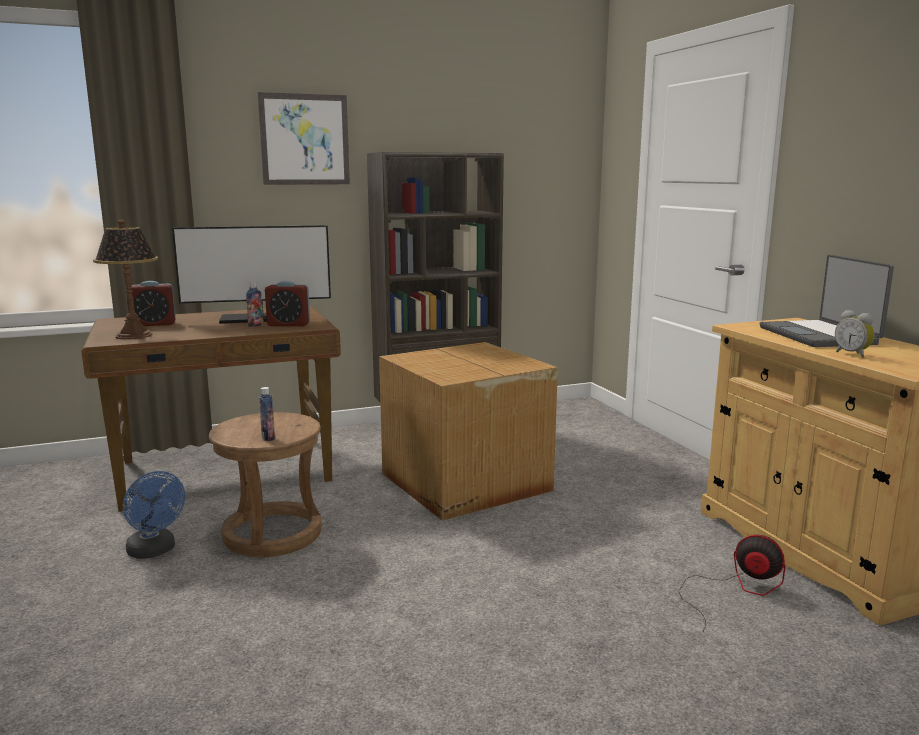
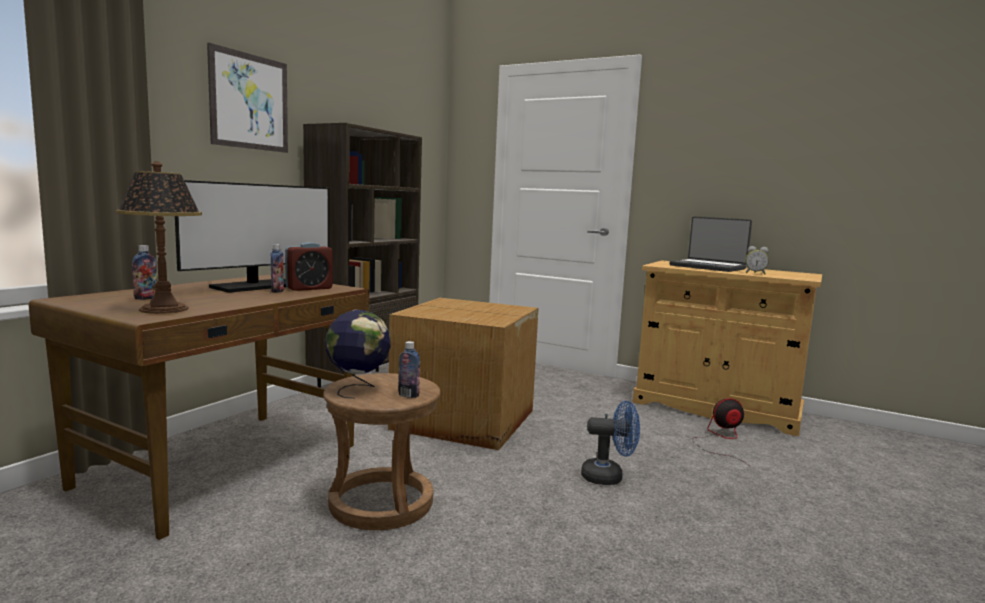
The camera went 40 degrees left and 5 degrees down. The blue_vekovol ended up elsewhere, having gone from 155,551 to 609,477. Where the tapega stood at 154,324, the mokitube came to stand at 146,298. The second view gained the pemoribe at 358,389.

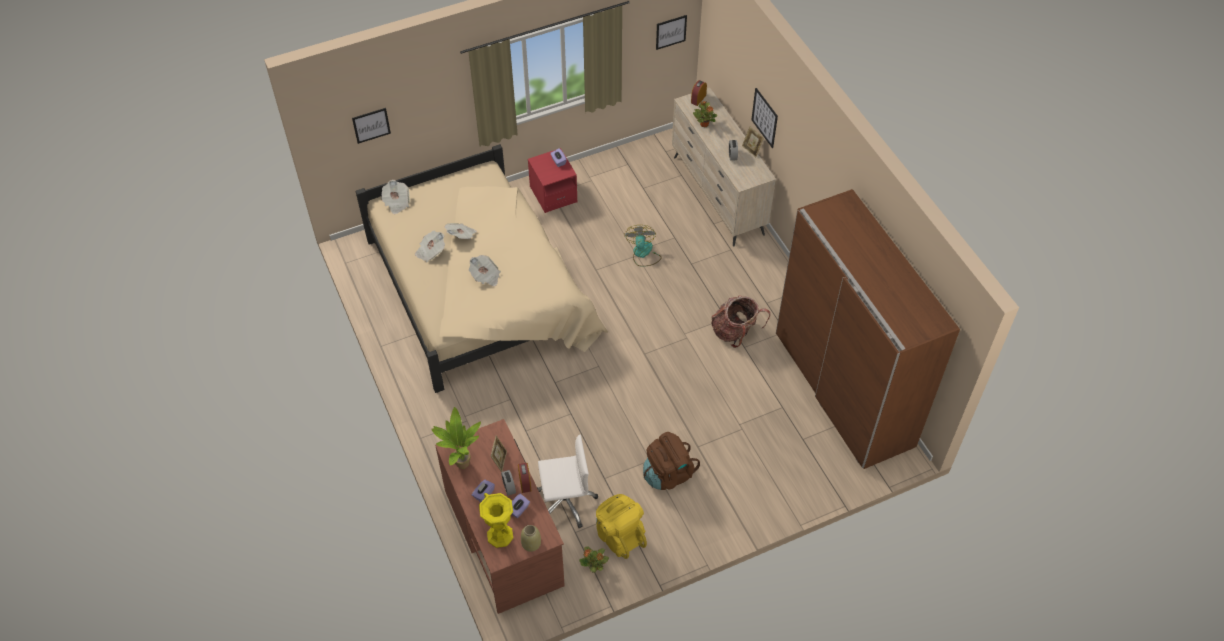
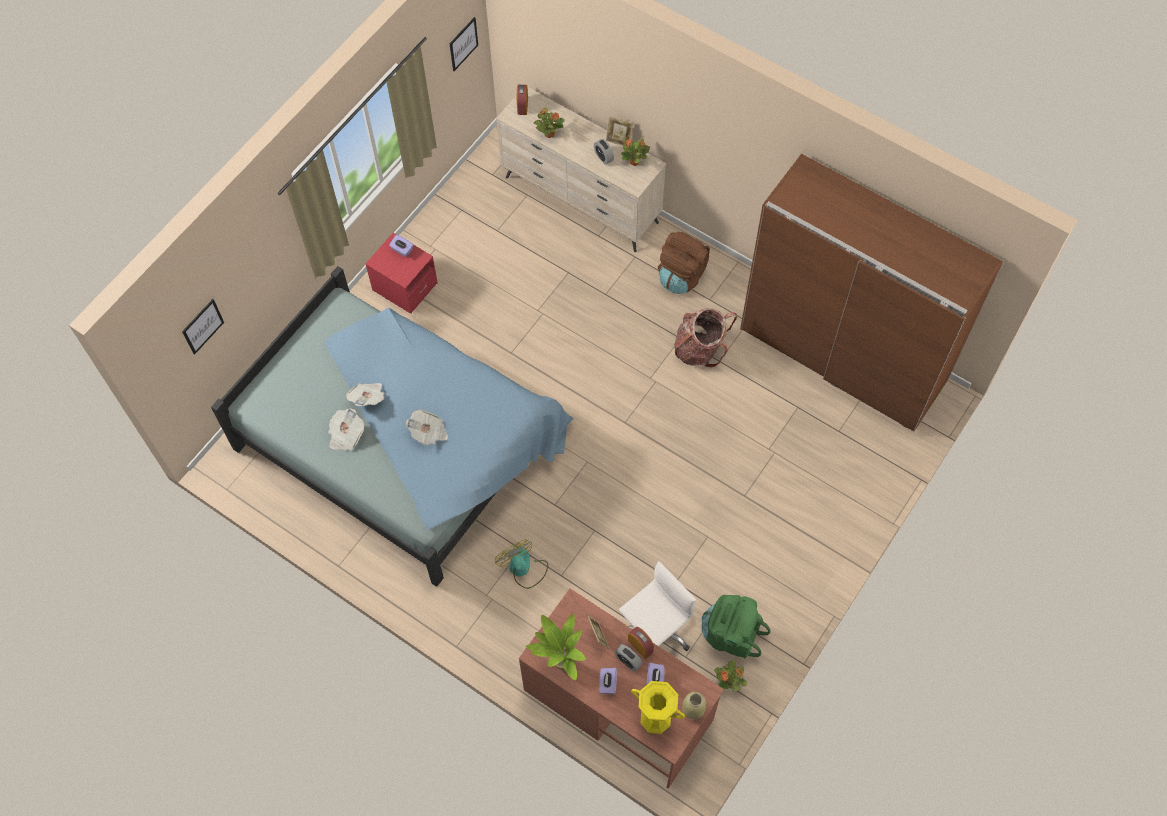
The camera went 30 degrees left and 10 degrees up. What was the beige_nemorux at 481,290 turned into the blue_nemorux at 404,441. The second view lost the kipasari at 396,202. What was the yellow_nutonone at 619,535 turned into the green_nutonone at 731,634. The vekovol ended up elsewhere, having gone from 643,254 to 523,568. The brown_nutonone ended up elsewhere, having gone from 668,474 to 682,275. The second view lost the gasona at 764,117. The second view gained the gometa at 635,162.

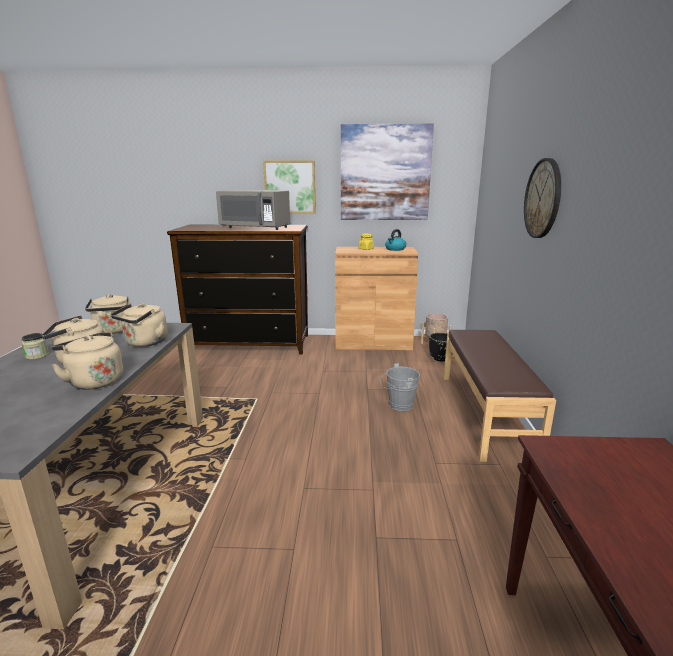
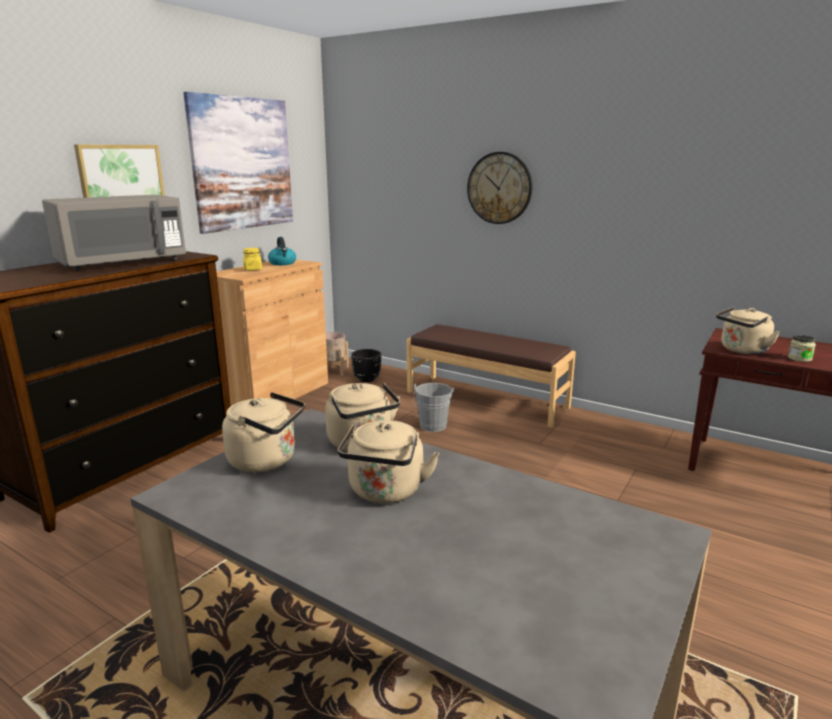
The camera went 60 degrees left and 0 degrees up. The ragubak ended up elsewhere, having gone from 37,356 to 799,358. The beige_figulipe ended up elsewhere, having gone from 94,381 to 742,350.

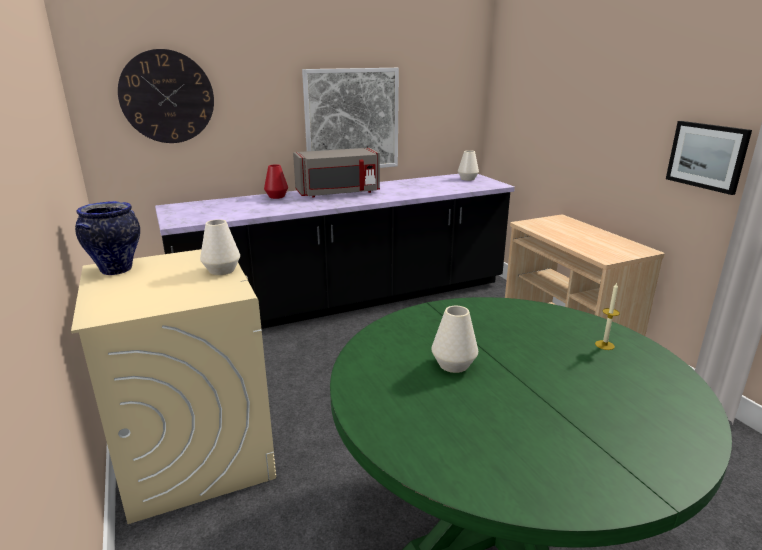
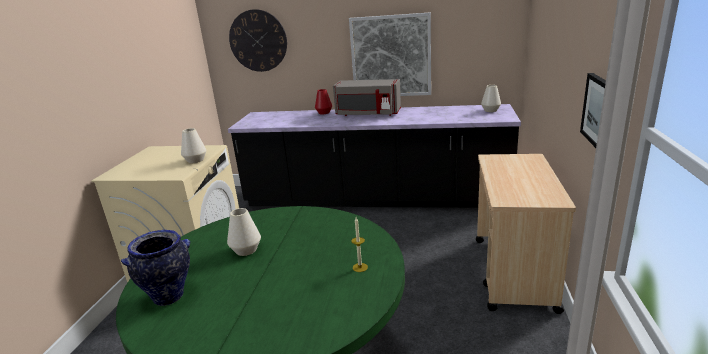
The camera went 35 degrees right and 0 degrees up. The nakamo ended up elsewhere, having gone from 117,269 to 169,296.

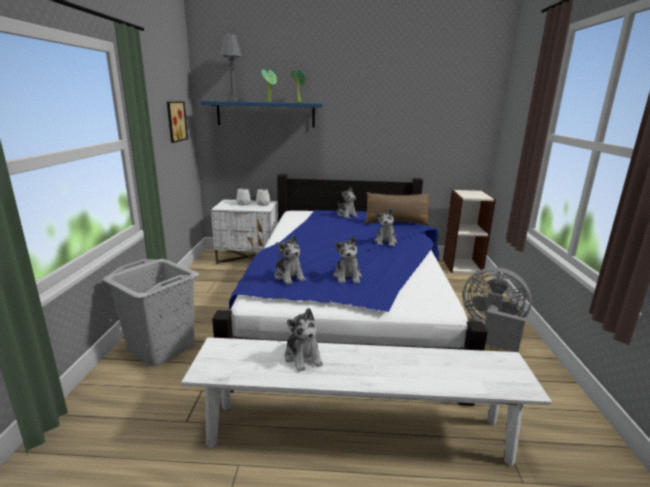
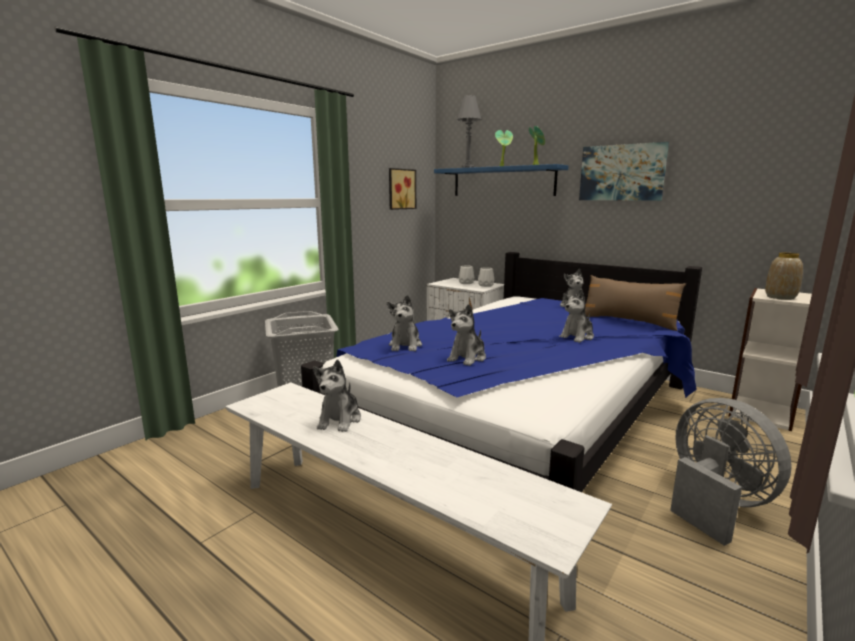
The camera went 35 degrees right and 5 degrees down. The second view gained the gasona at 621,173. The second view gained the nakamo at 780,297.

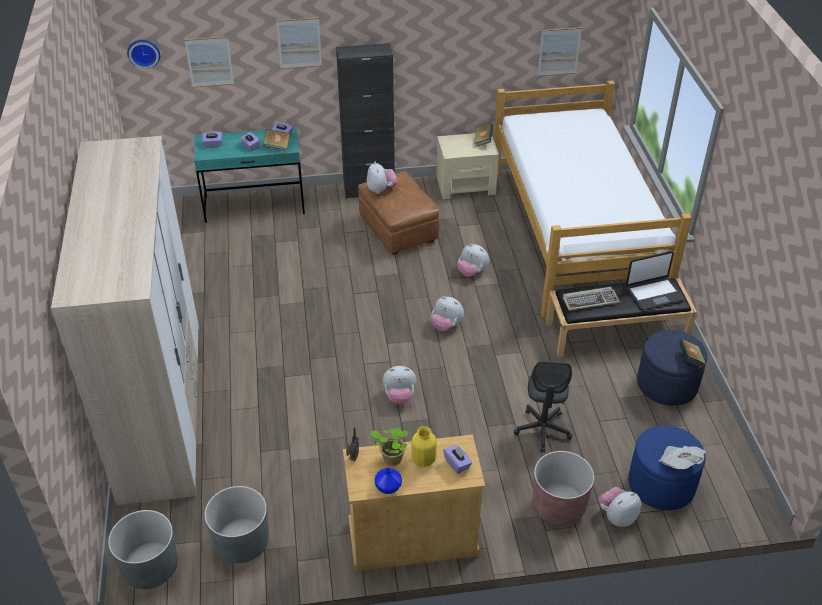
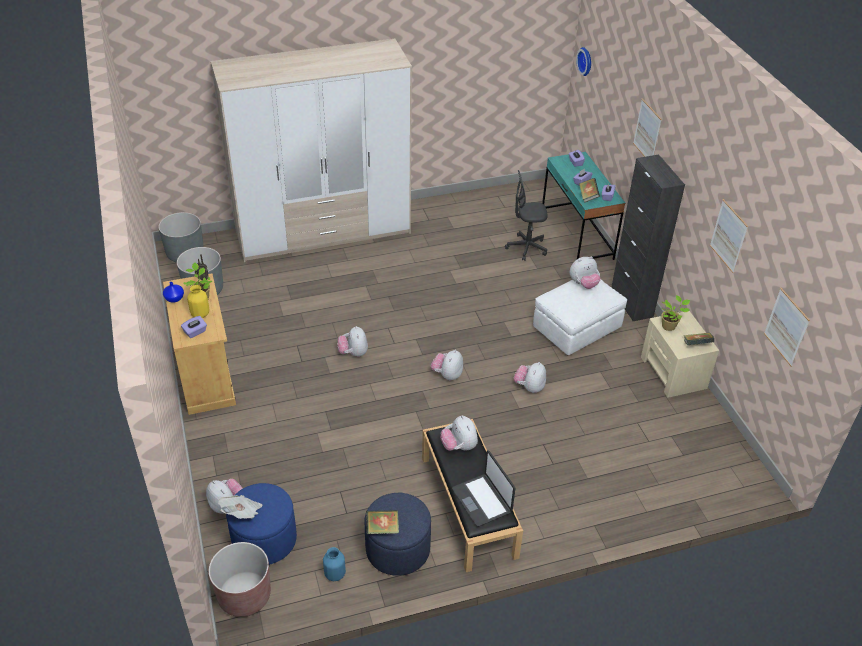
The camera went 80 degrees right and 0 degrees up. The gasona ended up elsewhere, having gone from 209,62 to 728,236. What was the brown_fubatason at 398,230 turned into the white_fubatason at 576,329. The second view lost the nemorux at 574,232. The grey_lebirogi ended up elsewhere, having gone from 542,430 to 526,248. The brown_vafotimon ended up elsewhere, having gone from 558,506 to 244,596. Where the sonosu stood at 590,300, the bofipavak came to stand at 459,446. The second view gained the blue_nakamo at 334,574. The second view gained the gometa at 669,326.

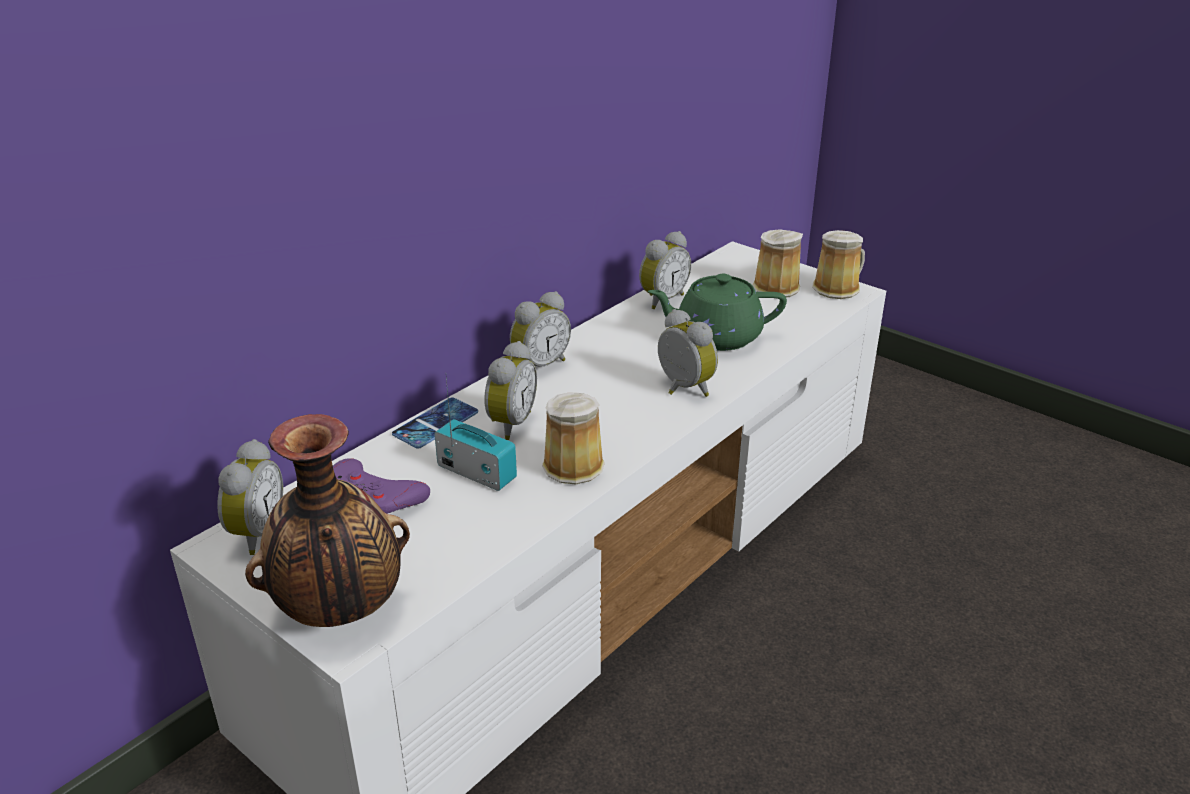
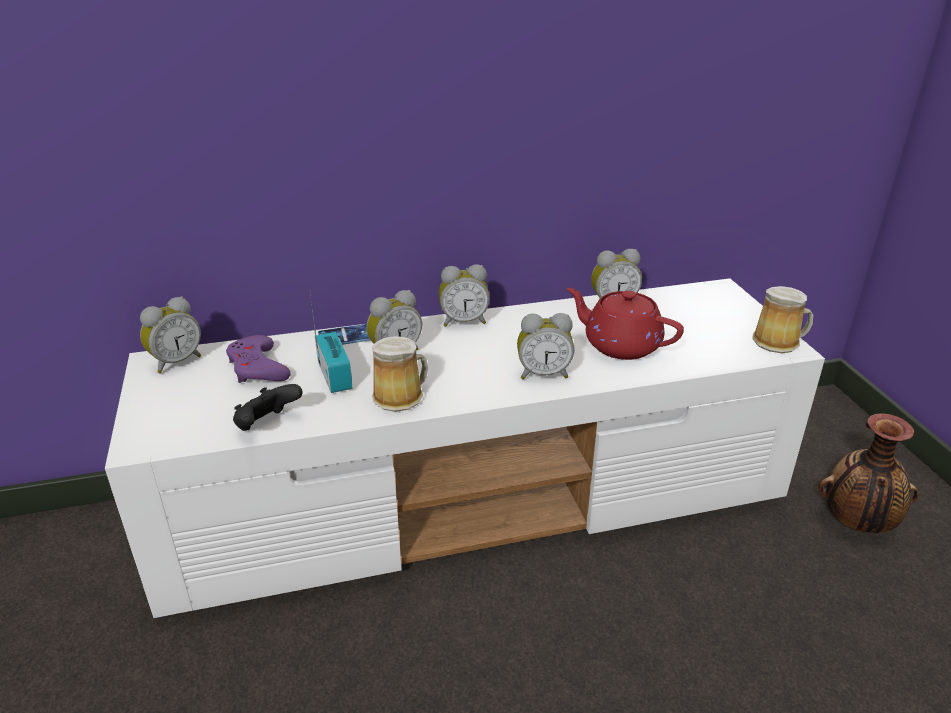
The camera went 35 degrees right and 0 degrees up. The nakamo ended up elsewhere, having gone from 340,610 to 857,523. What was the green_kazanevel at 716,336 turned into the red_kazanevel at 620,345. The tapega at 682,389 ended up facing another way, 90 degrees clockwise from before. The second view lost the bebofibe at 775,286. The second view gained the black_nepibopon at 267,425.

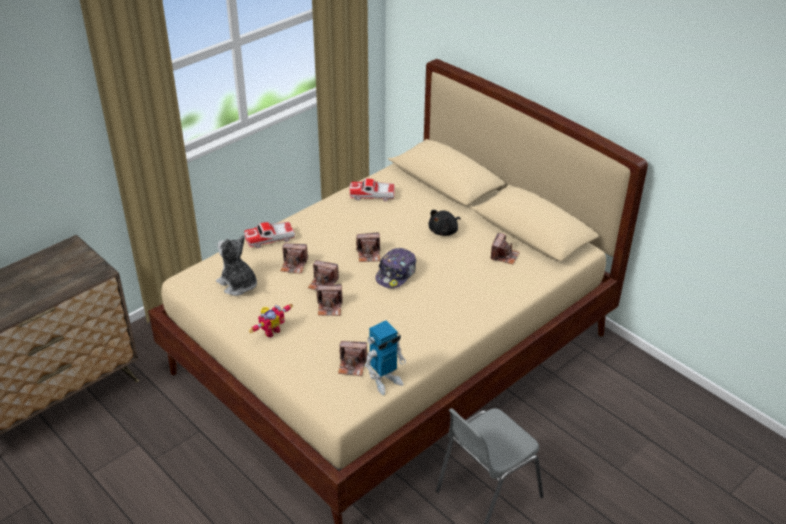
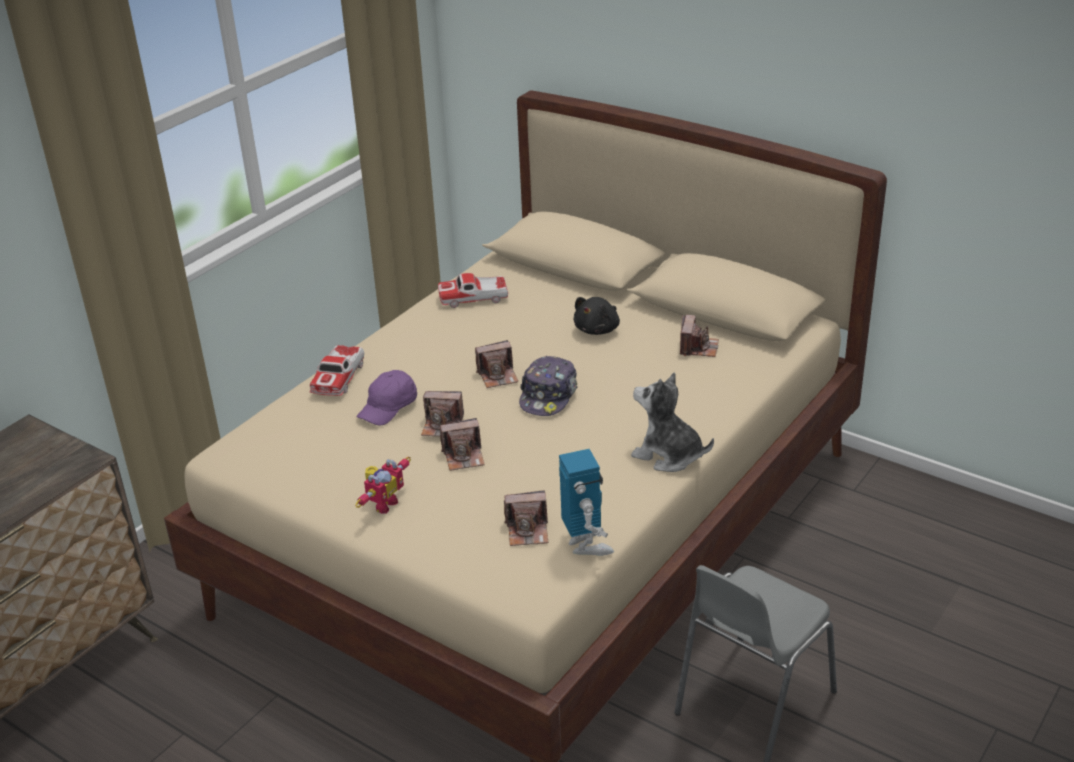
The camera went 10 degrees left and 5 degrees down. The bofipavak ended up elsewhere, having gone from 238,284 to 668,455. The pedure at 270,238 ended up facing another way, 45 degrees counterclockwise from before. Where the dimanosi stood at 294,265, the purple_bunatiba came to stand at 389,407. The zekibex at 385,381 ended up facing another way, 60 degrees counterclockwise from before.

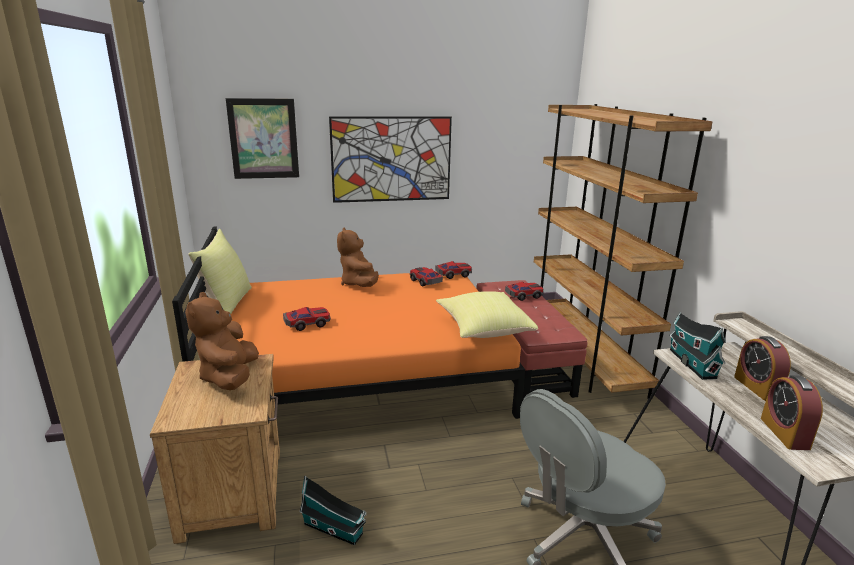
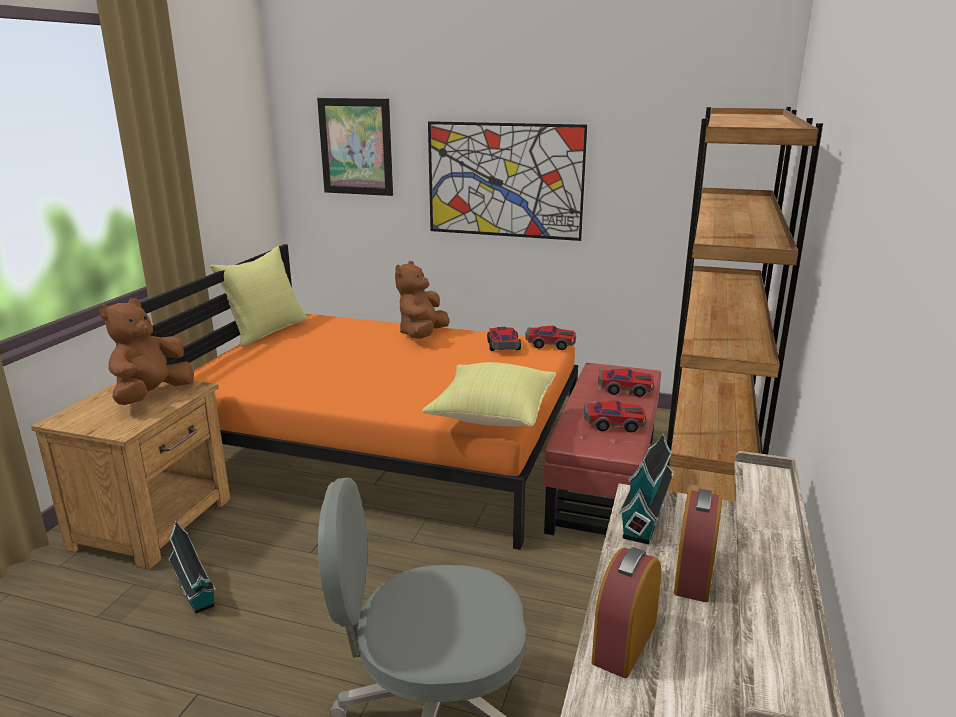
The camera went 30 degrees right and 0 degrees up. The pedure ended up elsewhere, having gone from 307,323 to 614,423.

